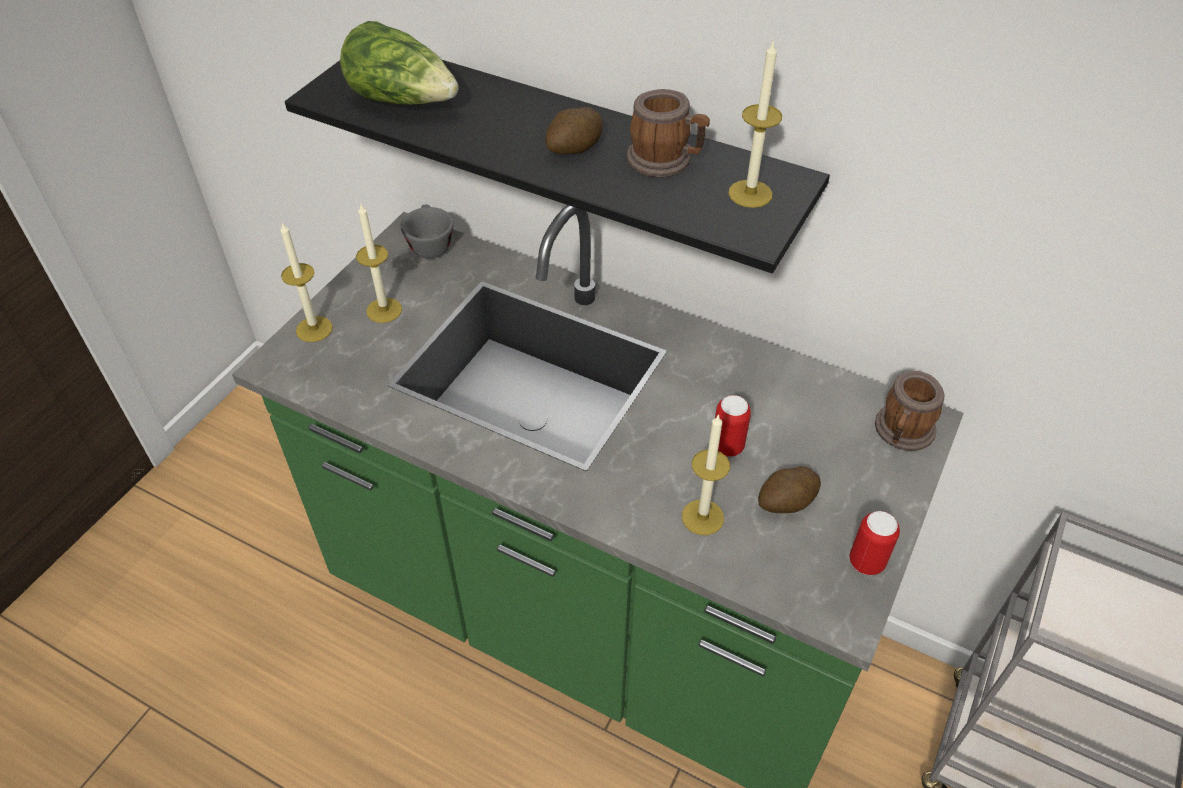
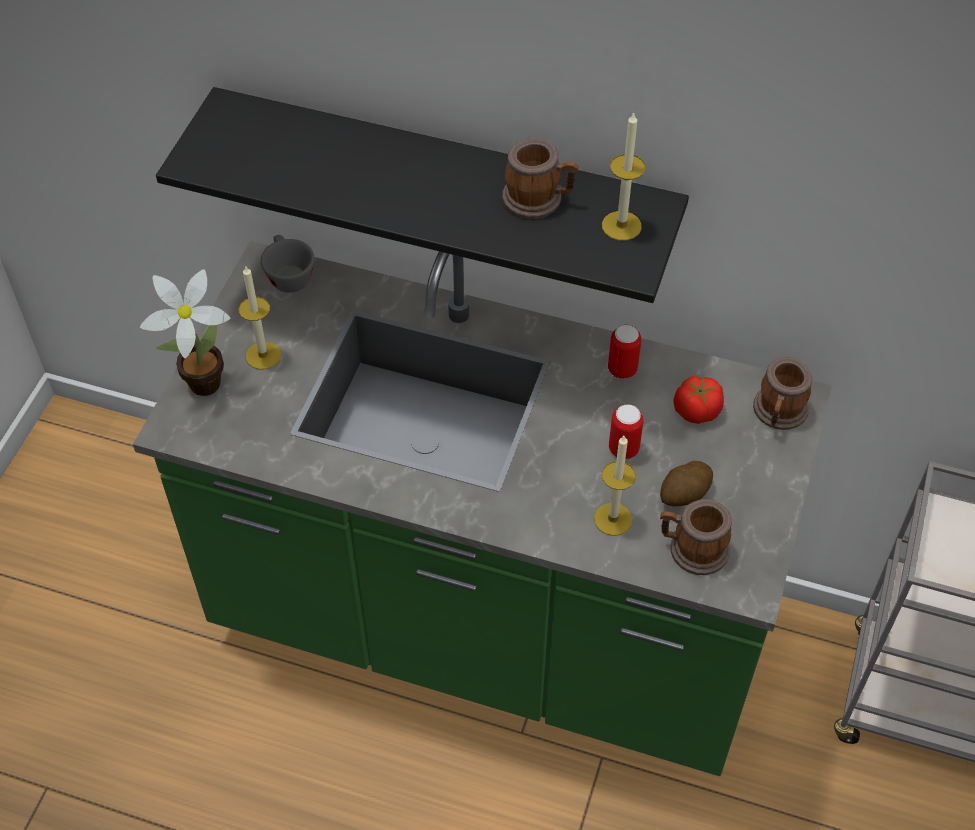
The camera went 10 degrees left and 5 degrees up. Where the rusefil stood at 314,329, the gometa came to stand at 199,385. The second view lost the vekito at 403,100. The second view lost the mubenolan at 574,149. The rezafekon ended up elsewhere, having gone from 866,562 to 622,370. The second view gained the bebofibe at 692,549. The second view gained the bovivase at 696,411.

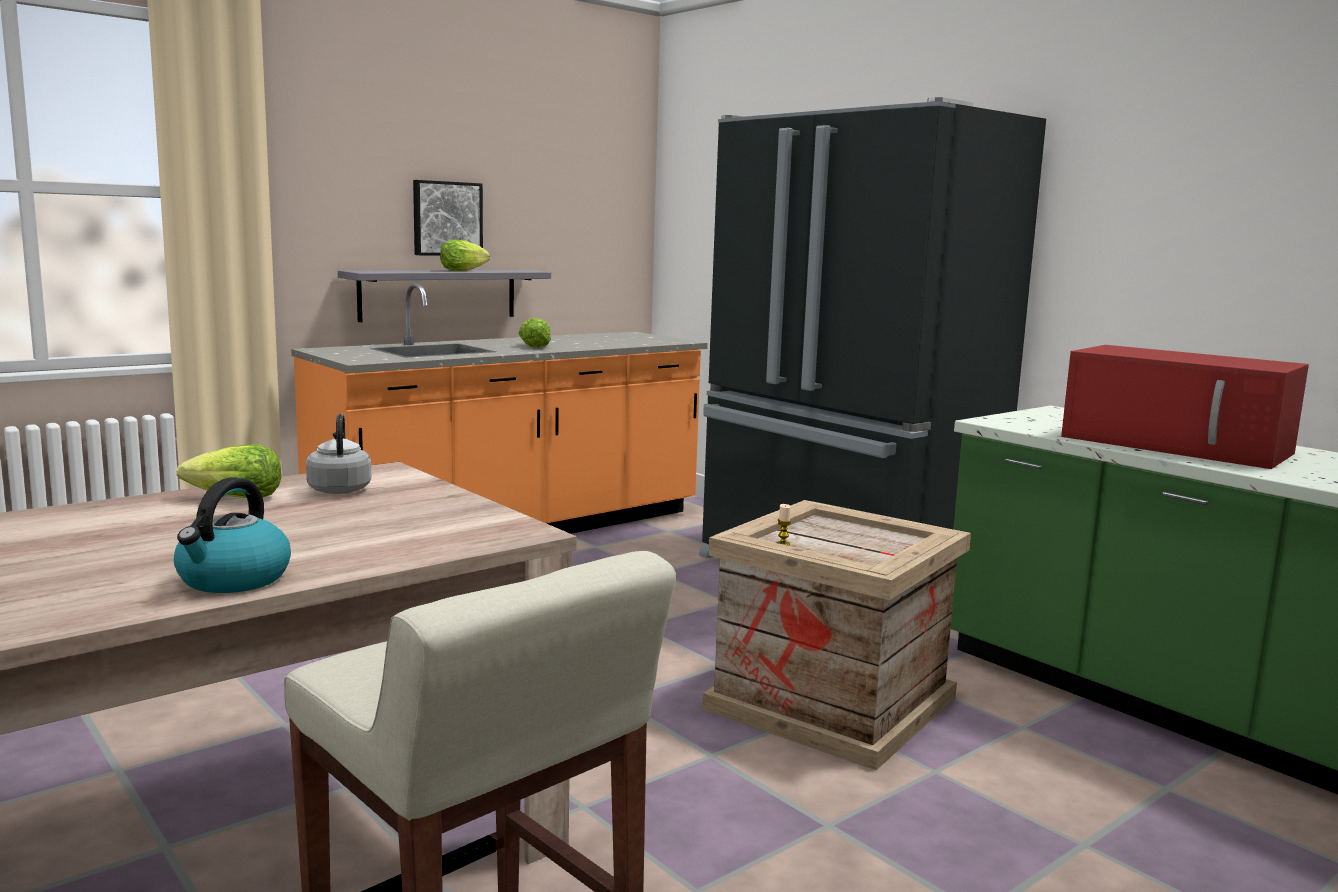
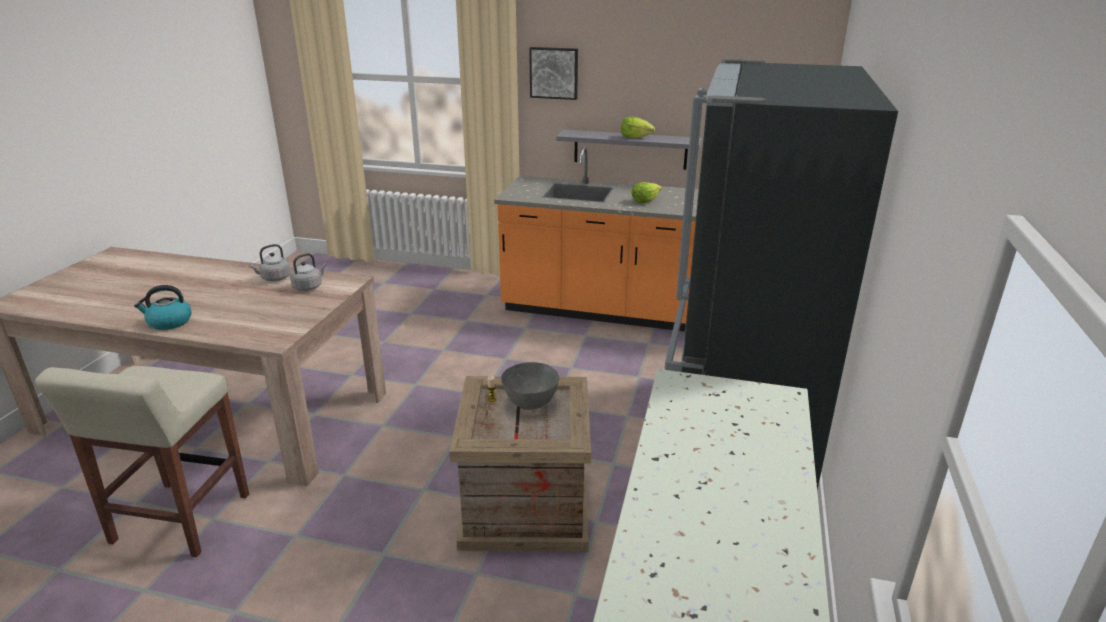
The camera went 55 degrees right and 15 degrees up. Where the vekito stood at 234,499, the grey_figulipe came to stand at 274,278. The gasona ended up elsewhere, having gone from 446,218 to 554,73. The second view lost the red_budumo at 1179,445. The second view gained the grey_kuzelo at 530,404.

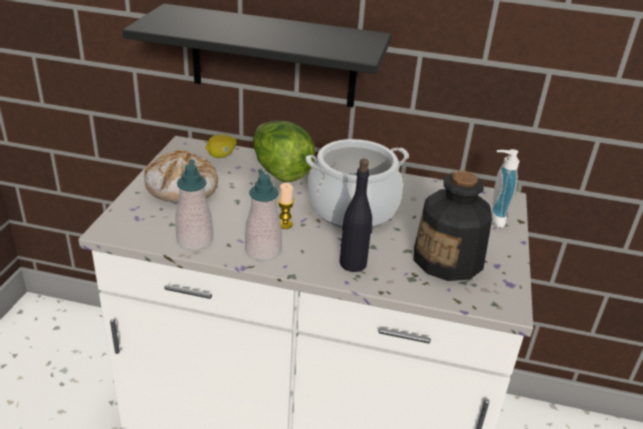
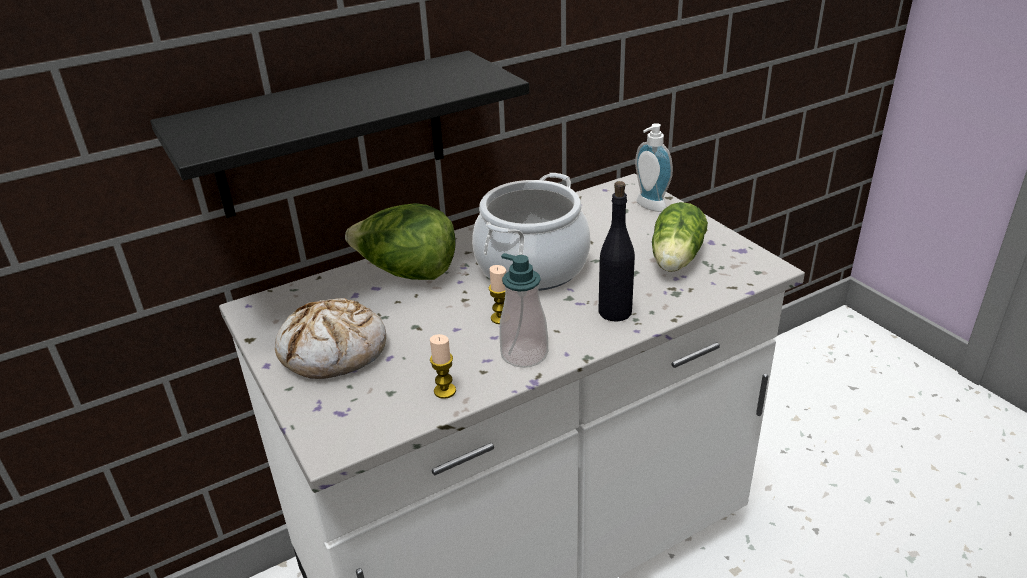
The camera went 40 degrees left and 0 degrees up. Where the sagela stood at 195,241, the rusefil came to stand at 445,391. The second view lost the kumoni at 221,156. Where the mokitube stood at 448,260, the vekito came to stand at 675,260.

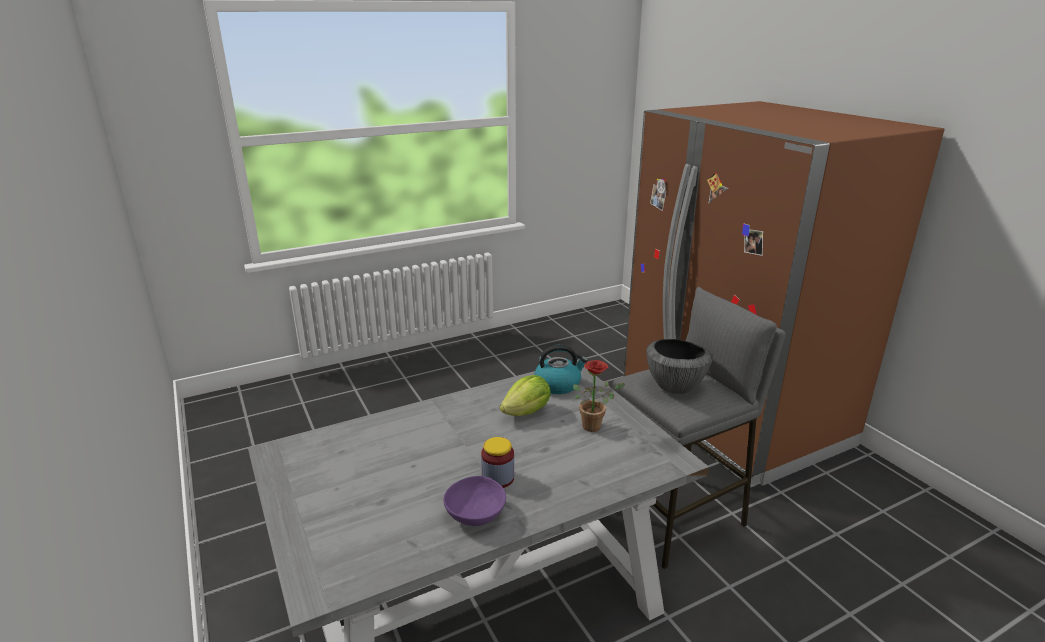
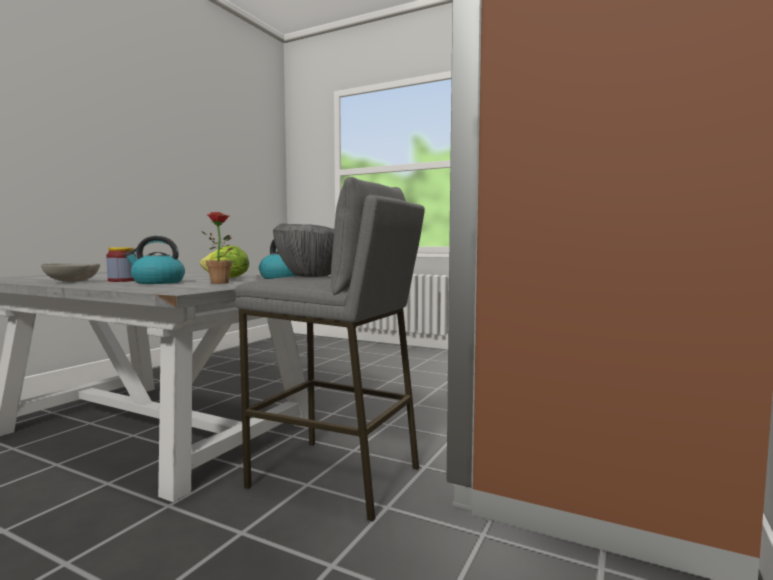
The camera went 55 degrees right and 20 degrees down. What was the purple_kuzelo at 475,514 turned into the grey_kuzelo at 72,281. The second view gained the figulipe at 157,282.

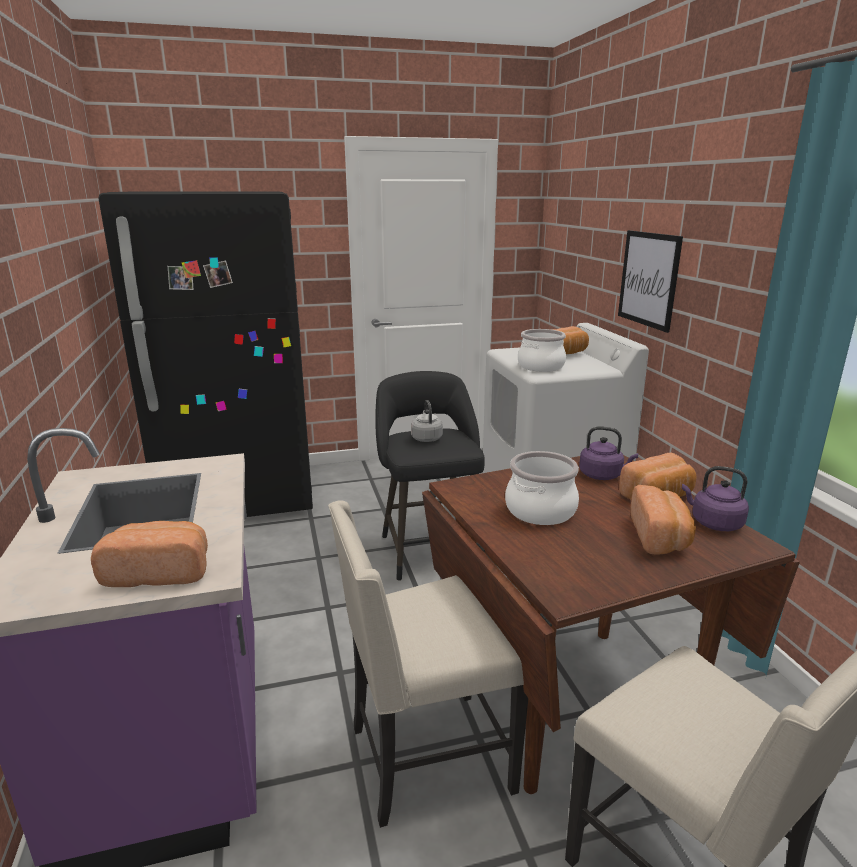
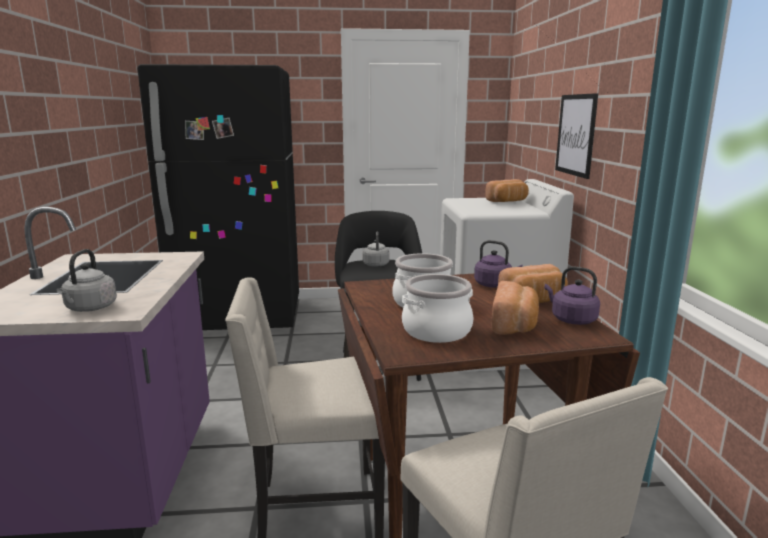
The camera went 10 degrees right and 5 degrees down. Where the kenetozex stood at 160,572, the grey_figulipe came to stand at 89,308. The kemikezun ended up elsewhere, having gone from 540,366 to 436,331.

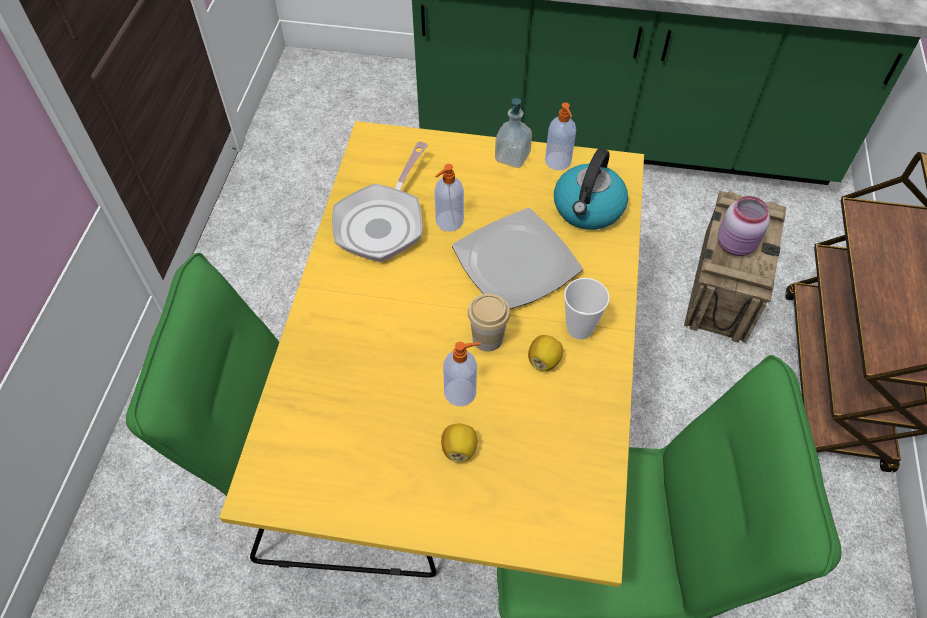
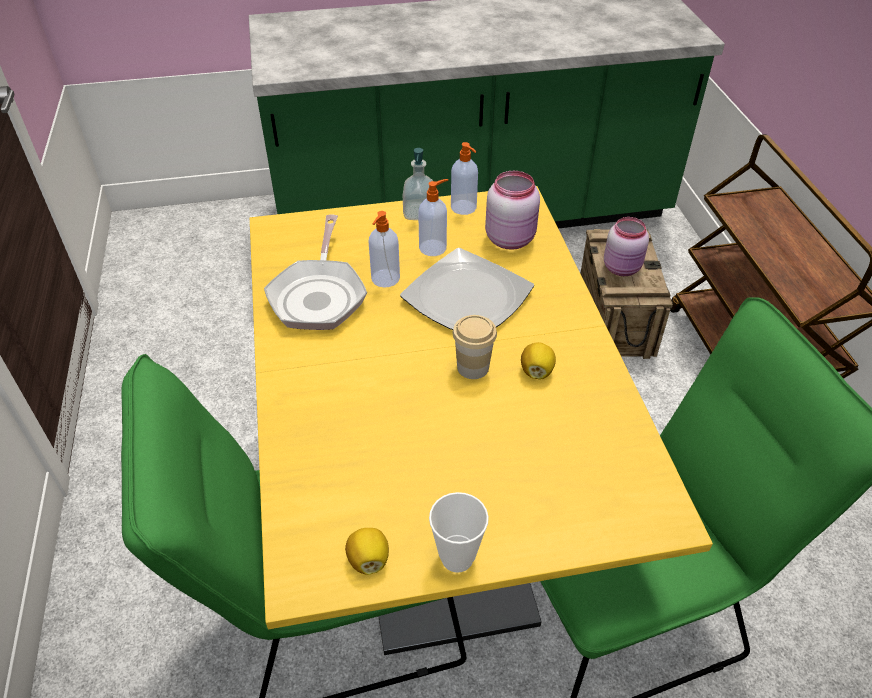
The camera went 20 degrees left and 10 degrees down. The kumoni ended up elsewhere, having gone from 459,449 to 368,560. The sagela ended up elsewhere, having gone from 461,392 to 433,247. Where the figulipe stood at 588,209, the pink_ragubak came to stand at 511,238. The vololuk ended up elsewhere, having gone from 579,329 to 457,557.

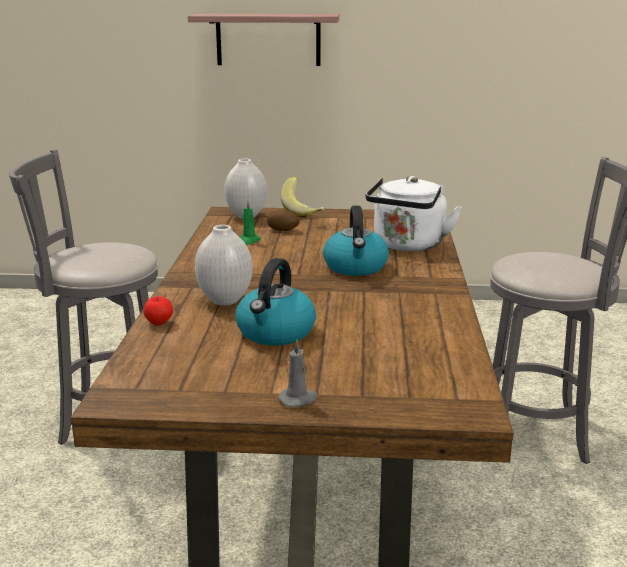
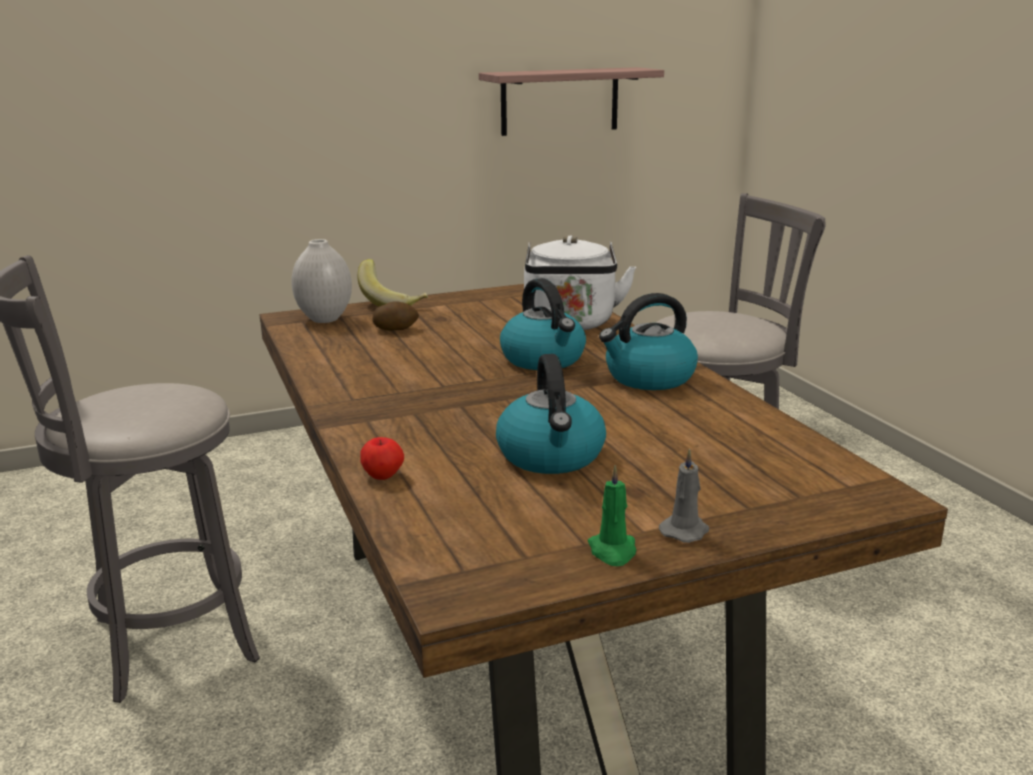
The camera went 25 degrees left and 0 degrees up. The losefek ended up elsewhere, having gone from 268,39 to 560,101. The second view lost the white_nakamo at 226,300. The green_rusefil ended up elsewhere, having gone from 248,241 to 613,551. The second view gained the figulipe at 648,378.

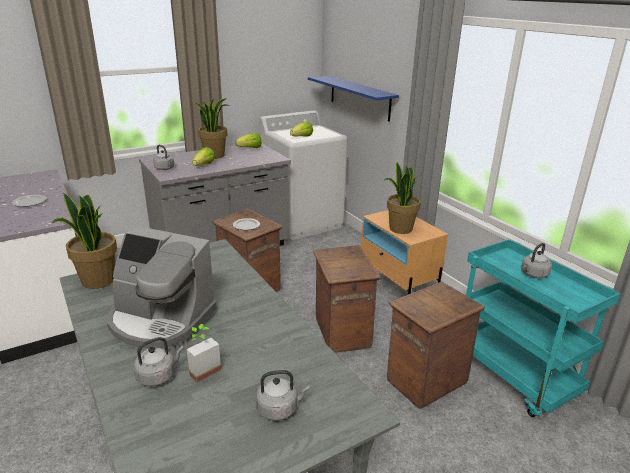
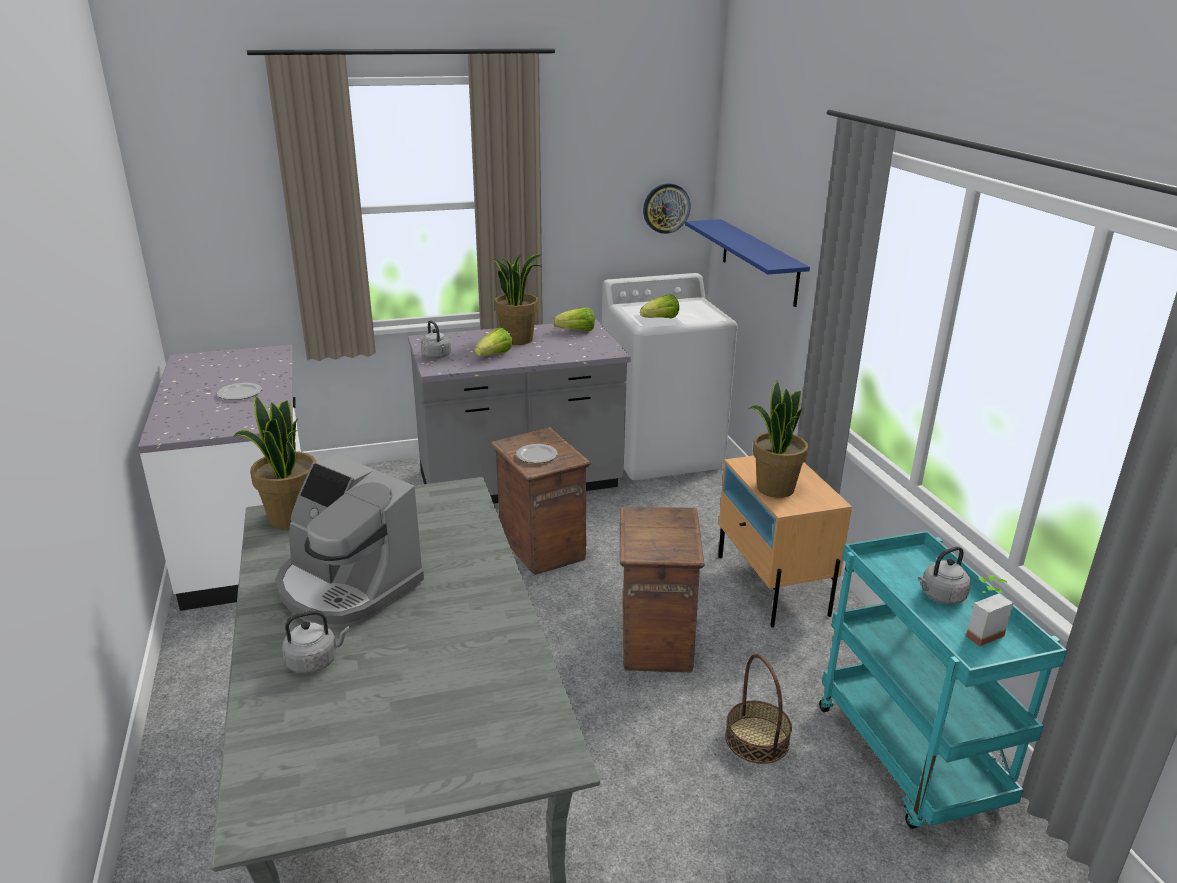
The camera went 15 degrees right and 0 degrees up. The gometa ended up elsewhere, having gone from 202,369 to 979,632. The second view lost the grey_figulipe at 279,409. Where the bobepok stood at 425,381, the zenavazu came to stand at 757,739. The second view gained the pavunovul at 666,208.

